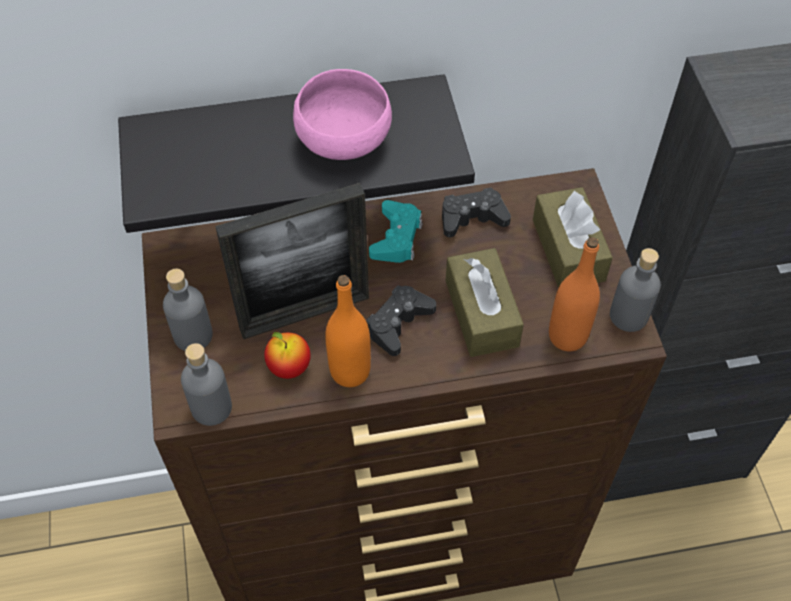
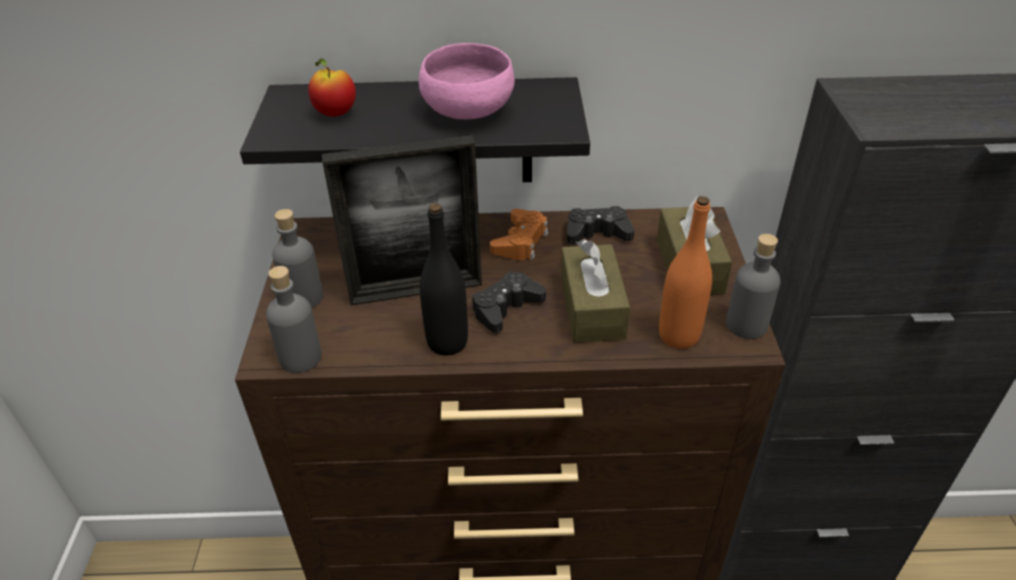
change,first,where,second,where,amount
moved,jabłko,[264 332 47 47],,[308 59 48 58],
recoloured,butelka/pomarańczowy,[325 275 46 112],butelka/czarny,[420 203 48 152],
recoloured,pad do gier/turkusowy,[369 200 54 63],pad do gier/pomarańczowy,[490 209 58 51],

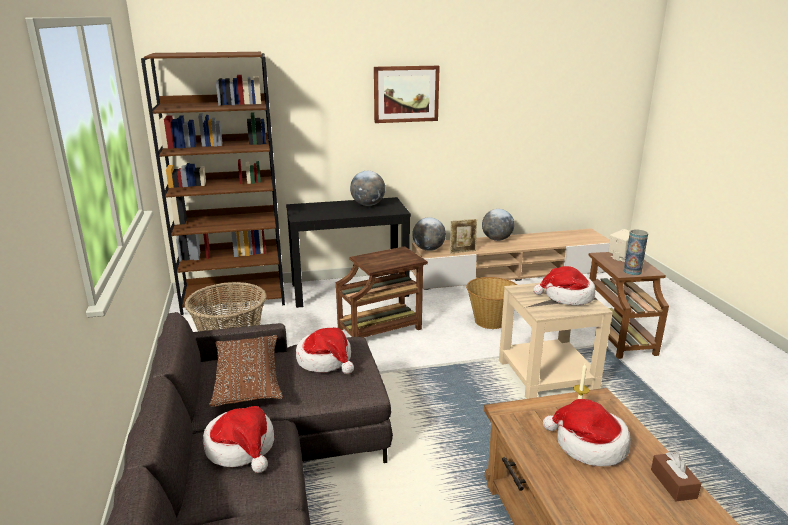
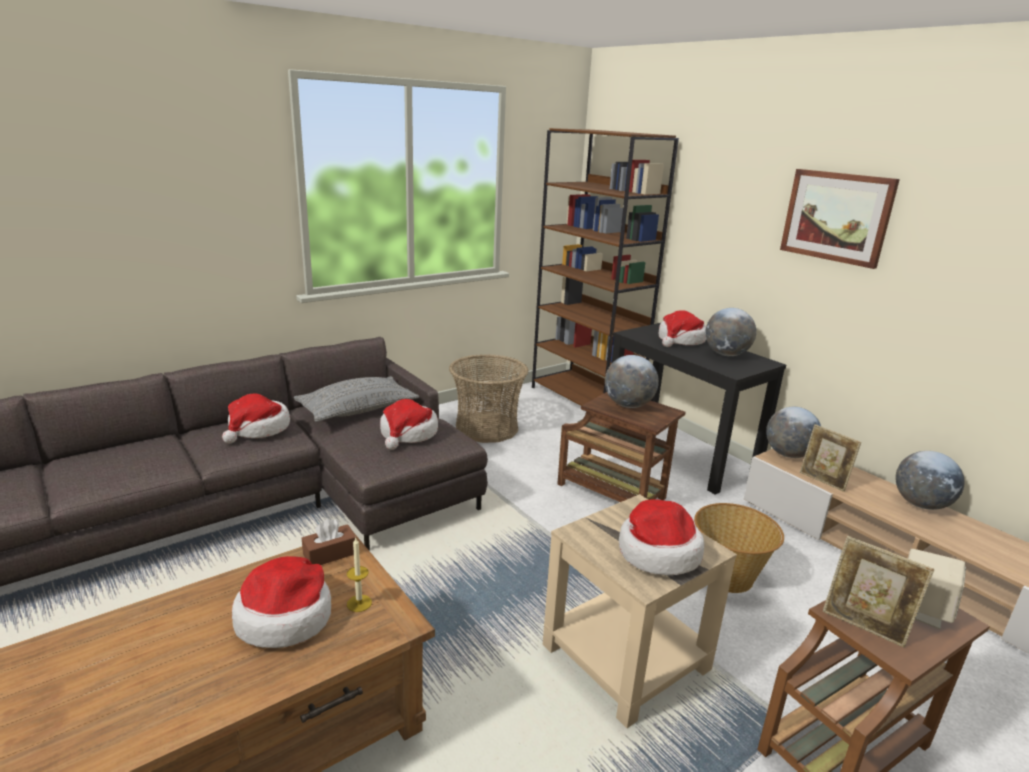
change,first,where,second,where,amount
recoloured,poduszka/brązowy,[209 335 74 72],poduszka/szary,[294 376 125 46],
moved,pudełko chusteczek/brązowy,[651 452 51 49],,[302 519 54 46],
added,,,globus,[605 355 54 53],
added,,,kapelusz,[659 310 47 37],
replaced,wazon,[624 229 24 46],ramka na zdjęcie,[823 536 111 112],

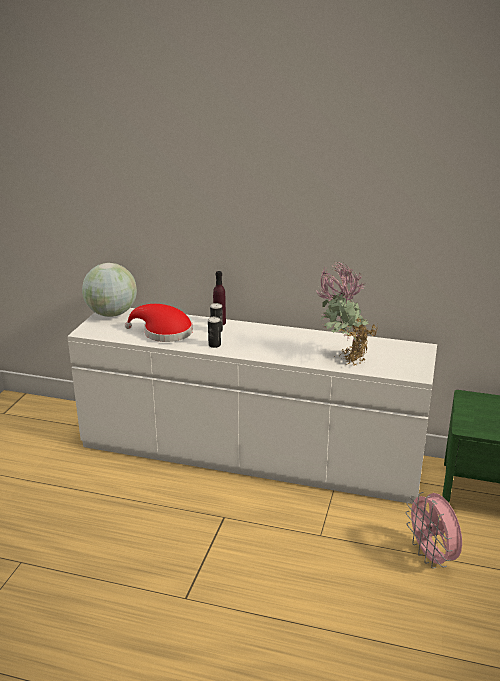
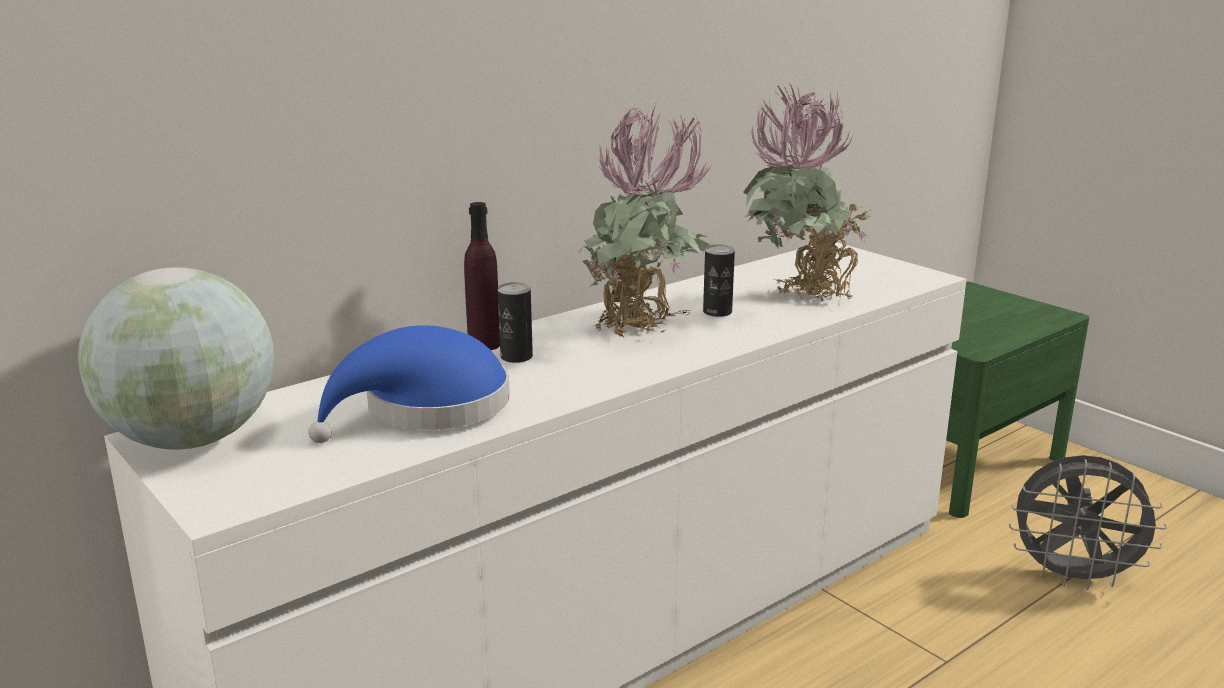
change,first,where,second,where,amount
recoloured,kapelusz/czerwony,[125 304 68 38],kapelusz/niebieski,[308 325 202 118],
added,,,roślina doniczkowa,[578 104 133 233],
moved,puszka,[208 317 13 31],,[703 244 32 73],
recoloured,wentylator/różowy,[406 492 56 77],wentylator/szary,[1009 455 158 135],

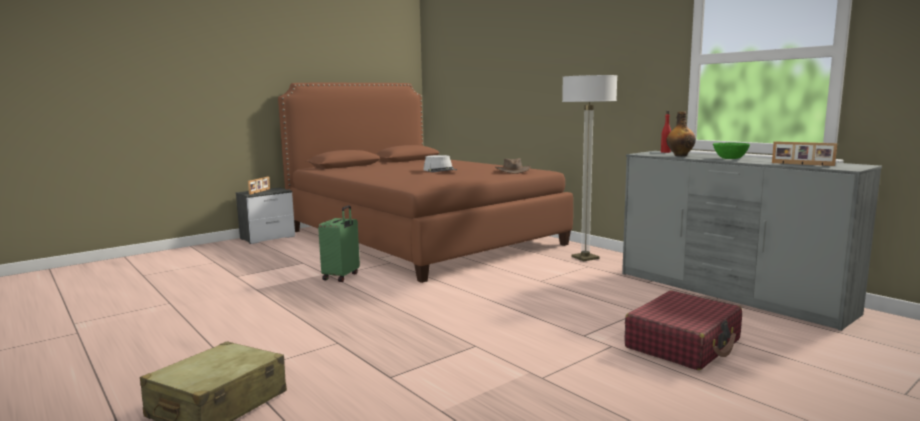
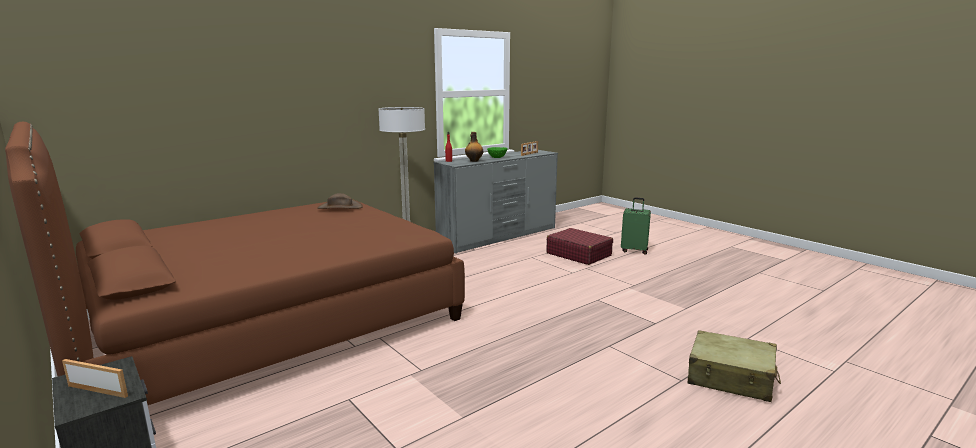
change,first,where,second,where,amount
moved,walizka/zielony,[318 205 42 77],,[621 197 30 58],
removed,kapelusz/szary,[423 155 34 17],,,

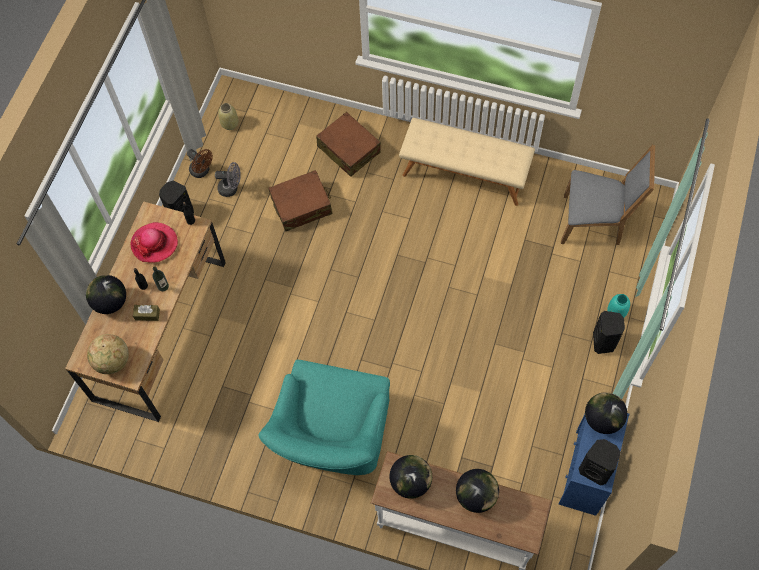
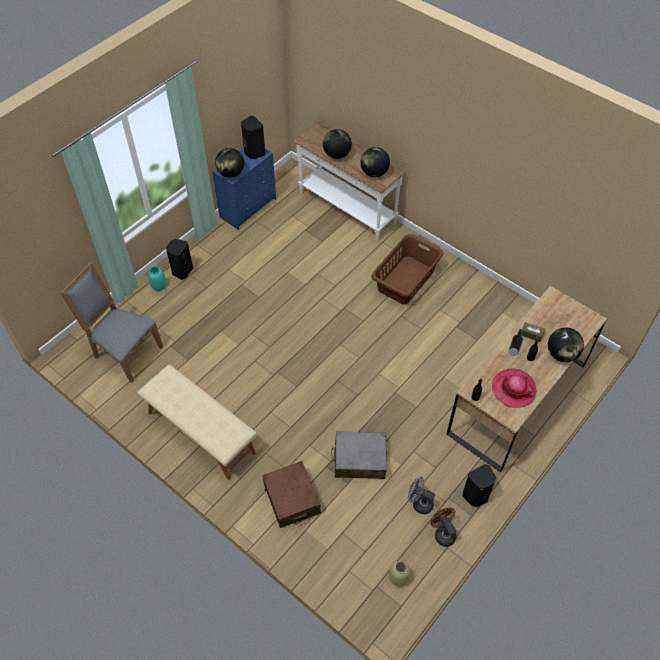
change,first,where,second,where,amount
recoloured,walizka/brązowy,[269 170 64 62],walizka/szary,[331 431 56 48],
replaced,fotel/turkusowy,[258 360 132 115],kosz na pranie/brązowy,[371 234 73 71],
removed,globus,[87 334 42 40],,,

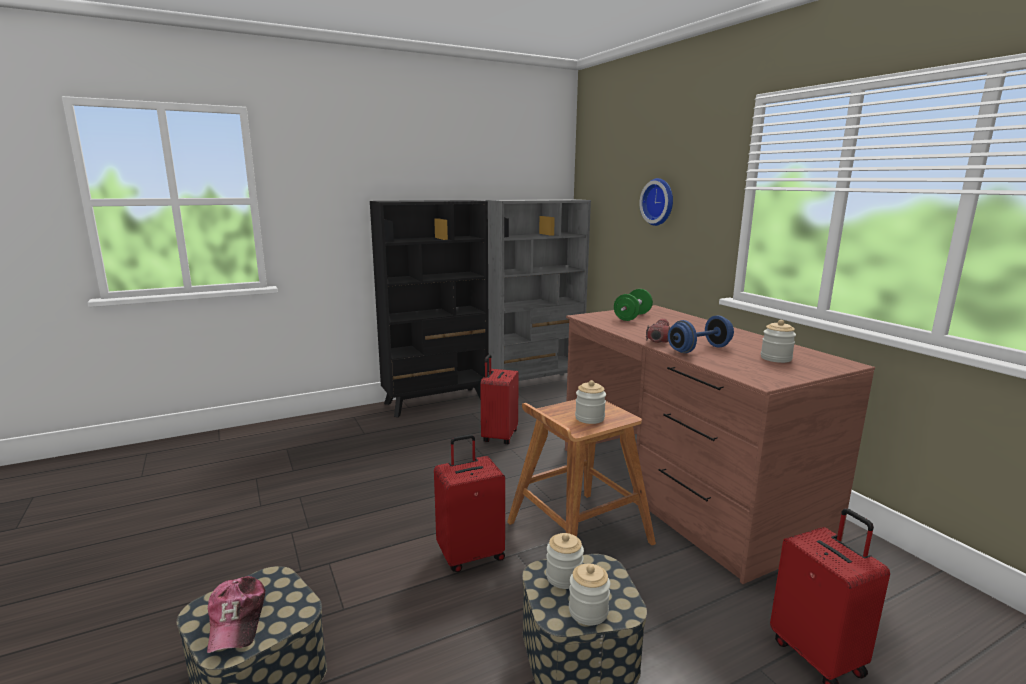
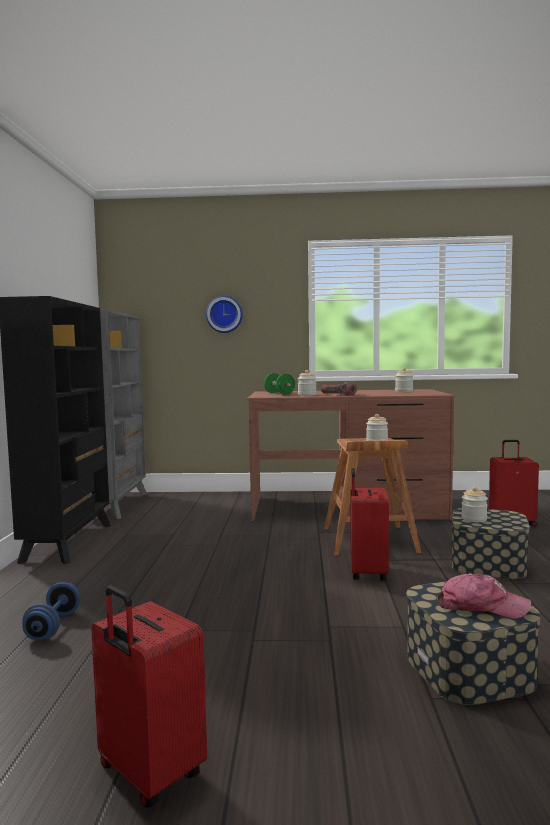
change,first,where,second,where,amount
moved,hantel/niebieski,[668 315 66 38],,[22 582 58 58],
moved,walizka/czerwony,[480 354 39 90],,[91 585 116 222],
moved,słoik,[569 563 41 62],,[298 370 18 26],

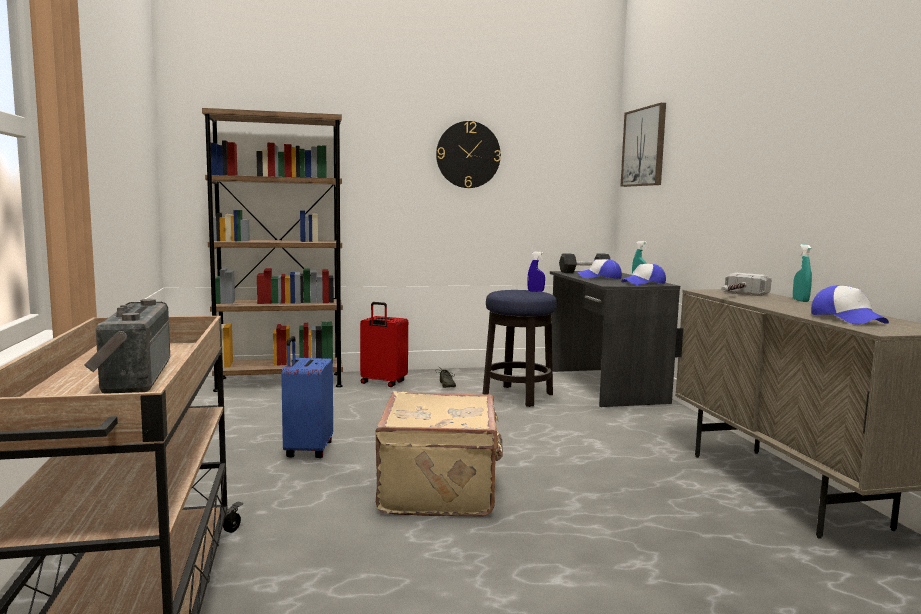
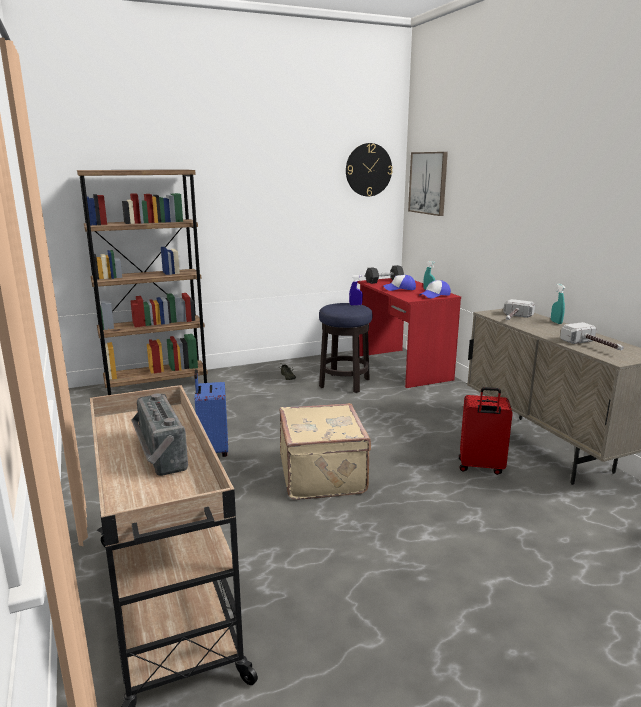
change,first,where,second,where,amount
moved,zegar ścienny,[436 121 65 67],,[346 143 47 53],
recoloured,biurko/szary,[550 271 130 136],biurko/czerwony,[357 278 104 110],
moved,walizka/czerwony,[360 302 48 85],,[459 387 54 88],
replaced,czapka z daszkiem,[811 285 78 39],młotek,[560 322 64 28],

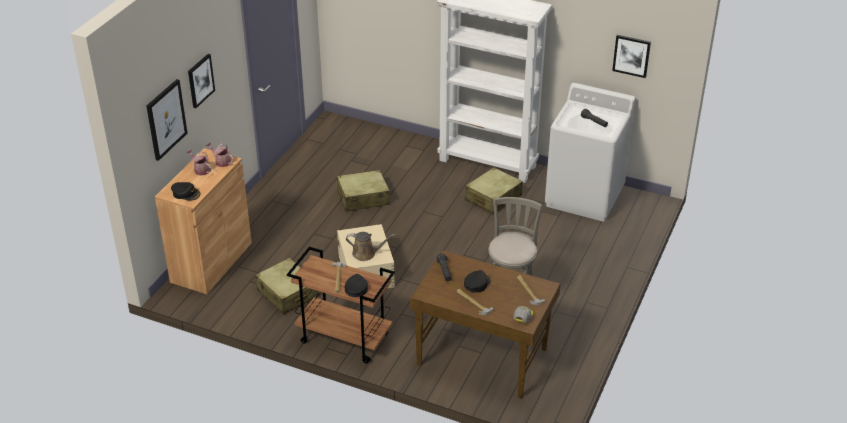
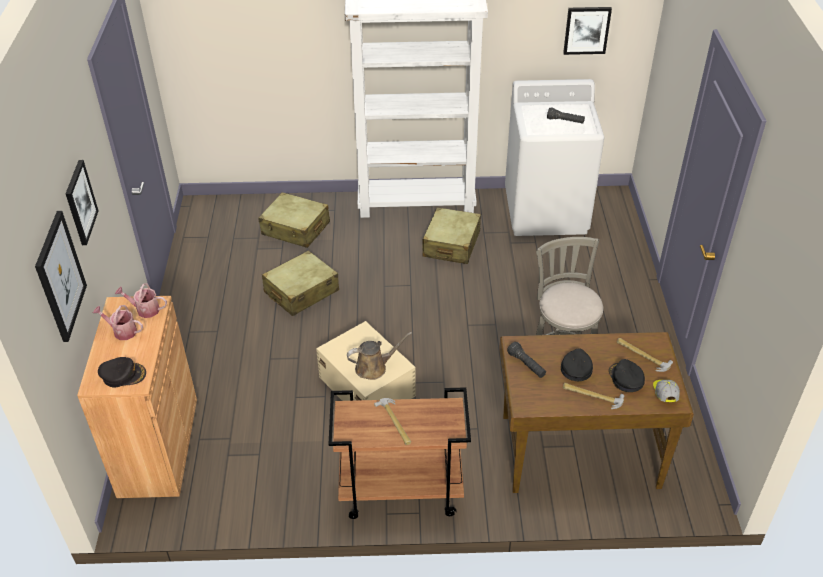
change,first,where,second,where,amount
moved,walizka/beżowy,[255 258 64 56],,[258 192 72 56],
moved,czapka z daszkiem/czarny,[345 274 23 23],,[609 359 36 33],

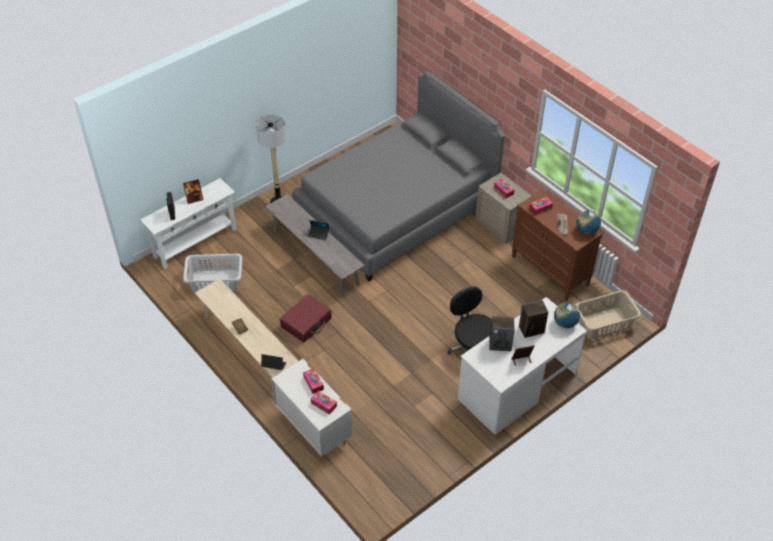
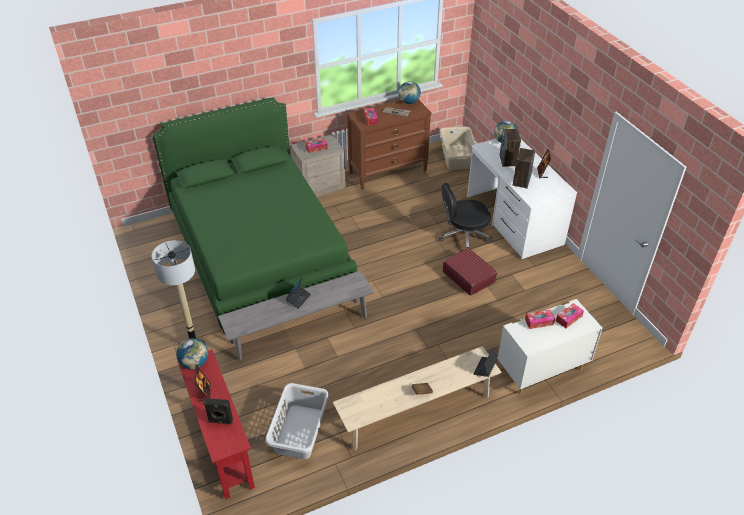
change,first,where,second,where,amount
recoloured,łóżko/szary,[292 71 213 211],łóżko/zielony,[152 97 205 238],
added,,,globus,[176 338 32 32],
recoloured,stolik konsolowy/biały,[140 178 97 91],stolik konsolowy/czerwony,[177 349 78 150],
moved,walizka/czerwony,[280 294 52 49],,[443 248 54 48],

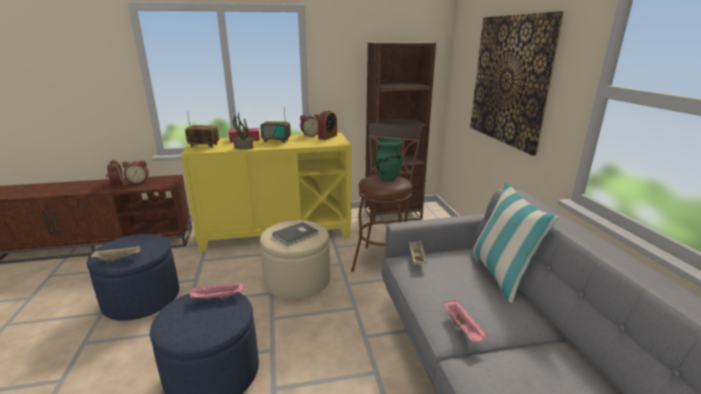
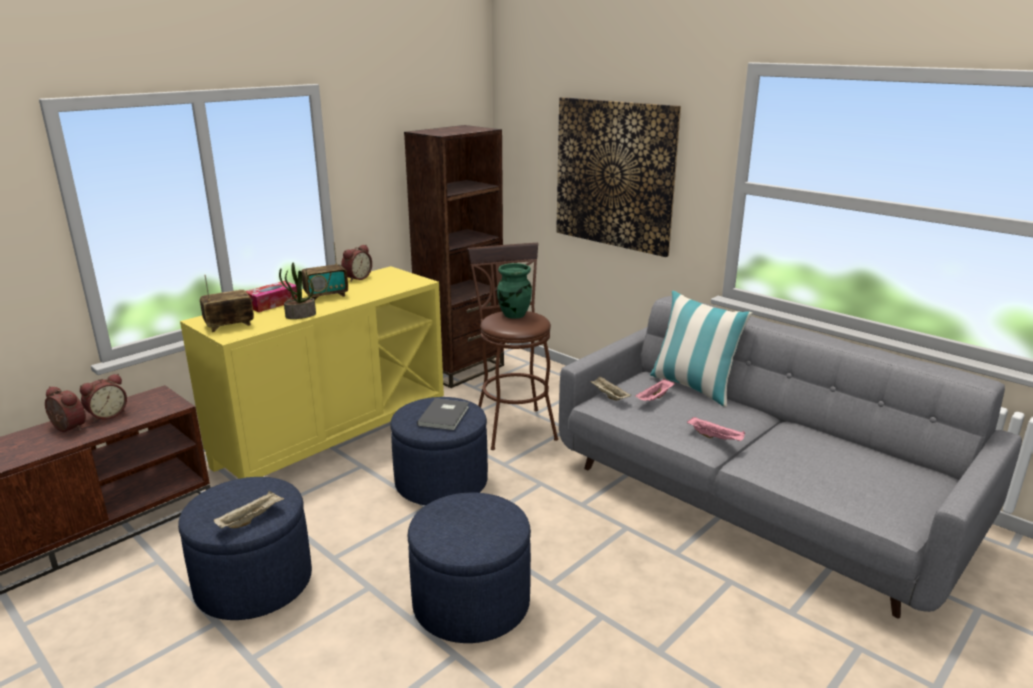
change,first,where,second,where,amount
recoloured,pufa/beżowy,[260 220 70 79],pufa/niebieski,[390 397 98 108],
moved,taca/różowy,[190 281 53 18],,[635 378 40 23],
removed,budzik,[318 110 19 30],,,

